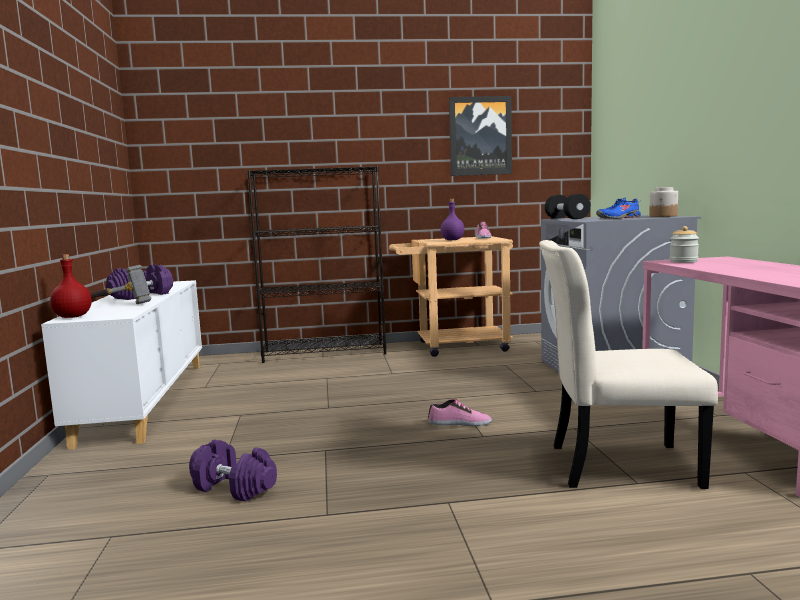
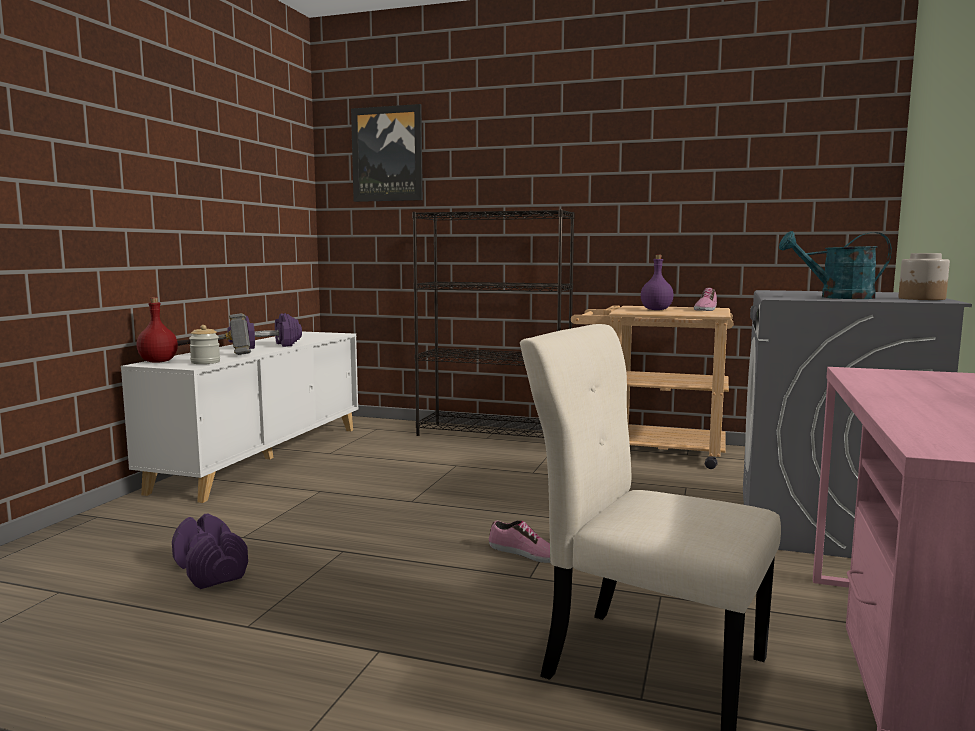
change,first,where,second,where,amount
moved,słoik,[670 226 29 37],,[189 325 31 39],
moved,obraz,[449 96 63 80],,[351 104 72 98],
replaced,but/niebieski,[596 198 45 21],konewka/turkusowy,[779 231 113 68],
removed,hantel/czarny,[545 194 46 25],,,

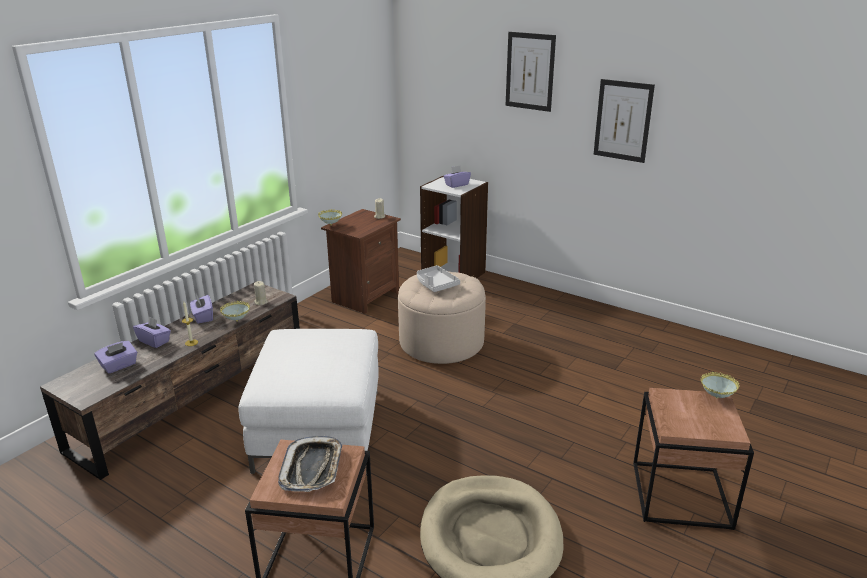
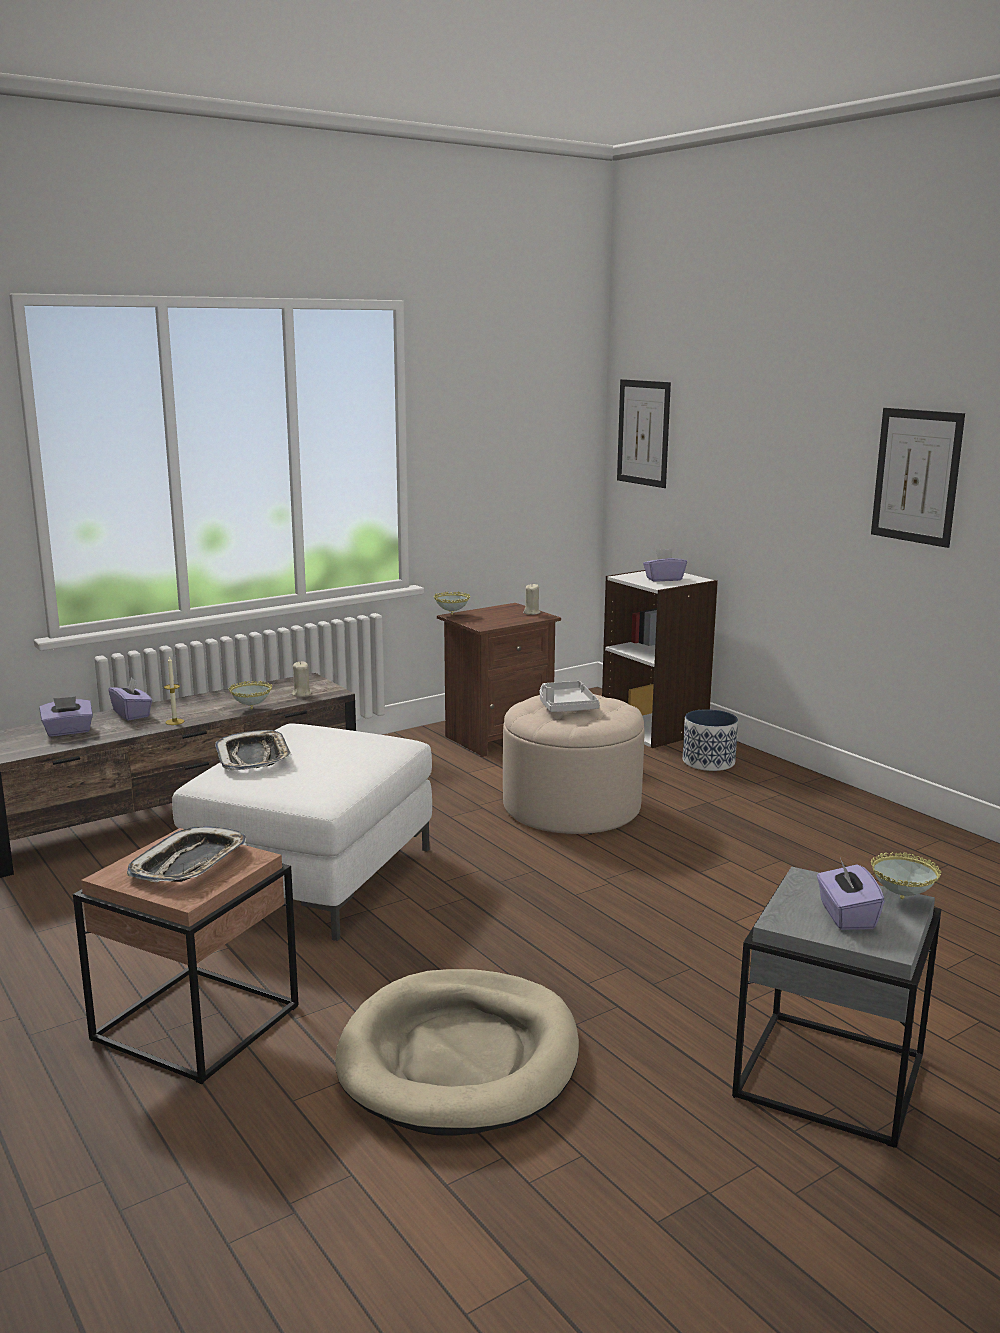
change,first,where,second,where,amount
added,,,taca,[215 730 77 40],
moved,obraz,[506 32 50 80],,[617 379 54 109],
added,,,donica,[683 709 55 62],
recoloured,stolik/brązowy,[633 388 121 142],stolik/szary,[732 867 209 281],
moved,pudełko chusteczek/fioletowy,[190 294 23 29],,[817 858 68 72],

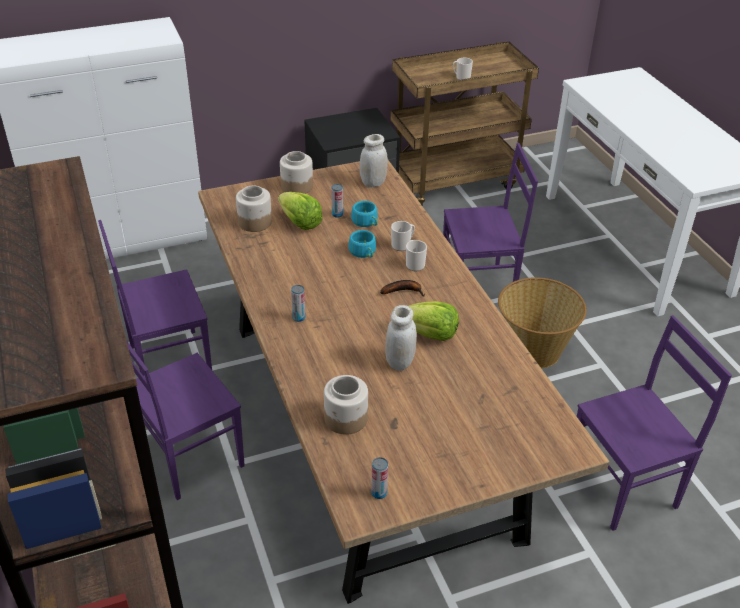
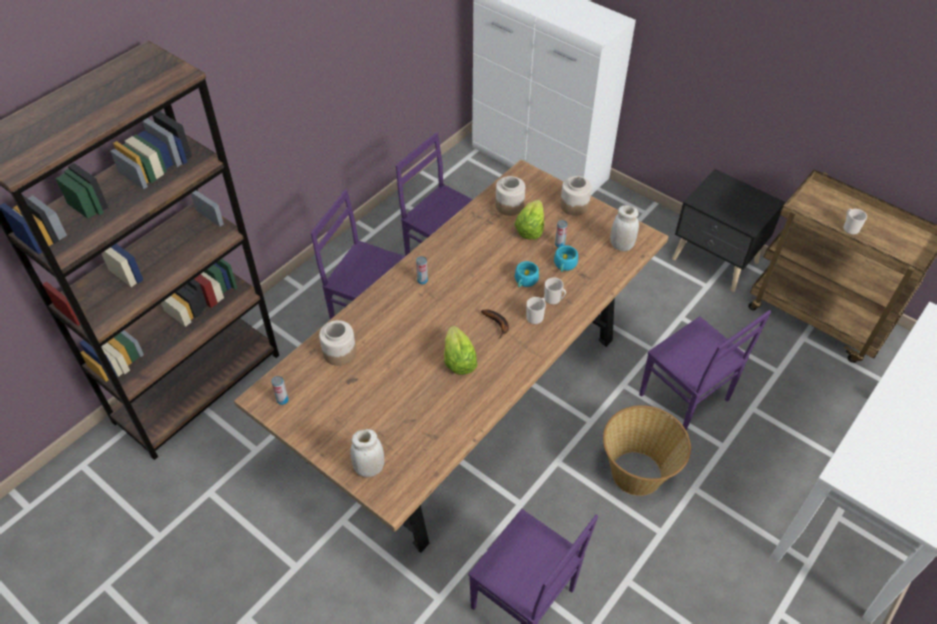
change,first,where,second,where,amount
moved,słoik/biały,[385 305 32 66],,[350 429 34 48],

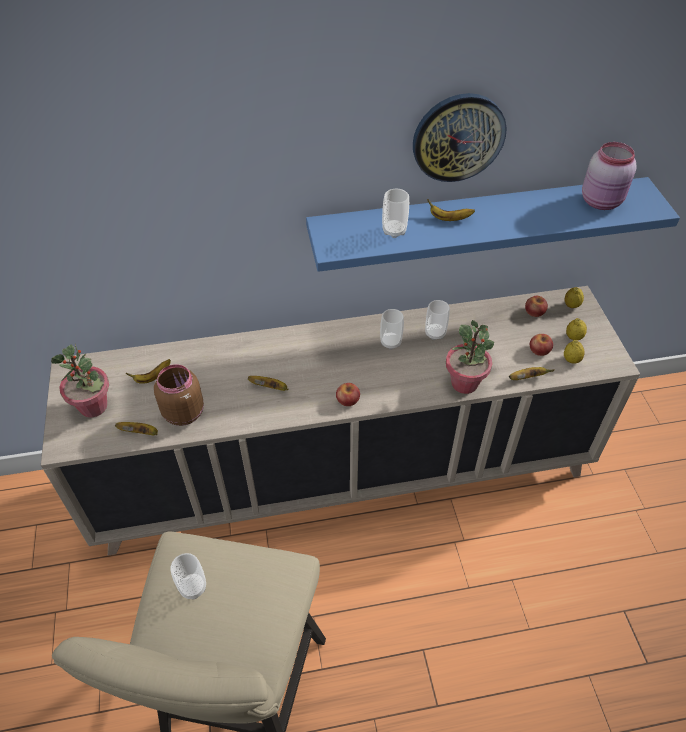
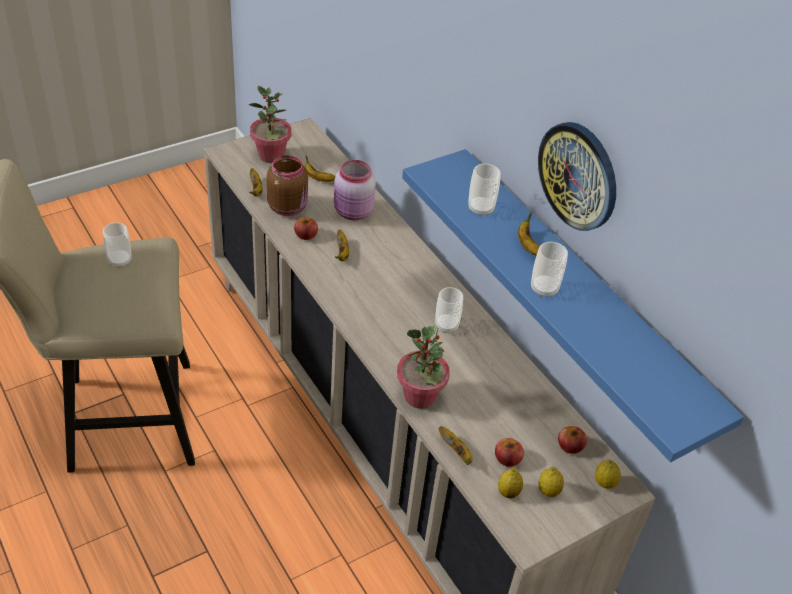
change,first,where,second,where,amount
moved,jabłko,[336 383 24 23],,[294 217 24 23],
moved,słoik/różowy,[582 142 55 68],,[334 160 42 60],
moved,filiżanka,[425 300 25 40],,[531 242 37 55],

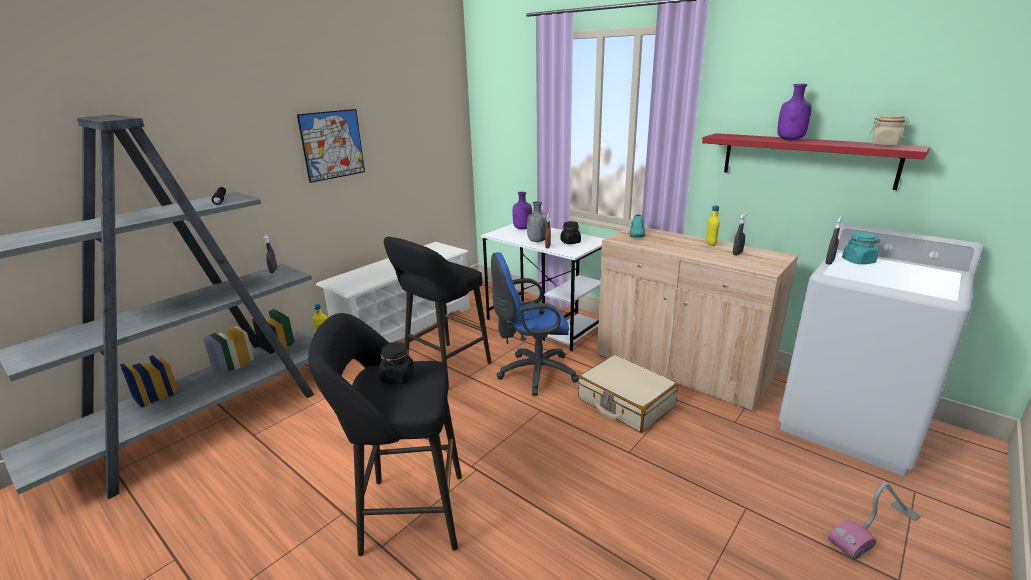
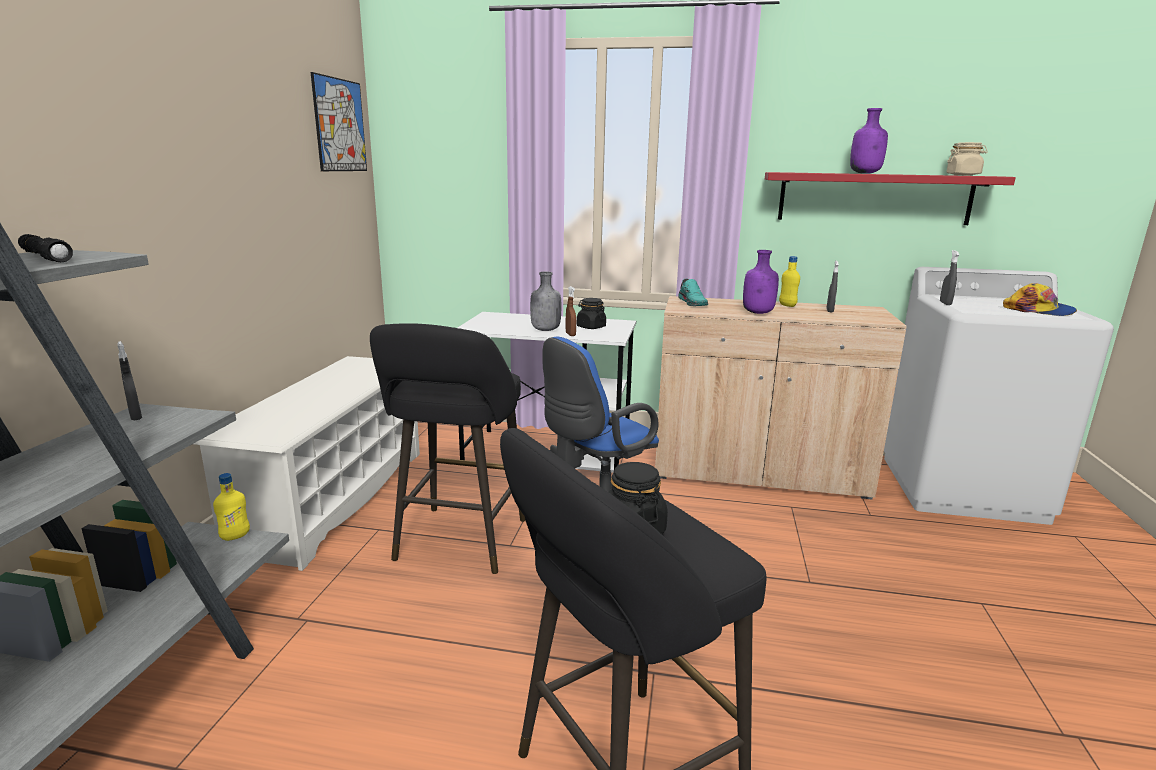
change,first,where,second,where,amount
moved,obraz,[297 109 68 74],,[311 72 56 99],
moved,butelka/fioletowy,[513 192 19 38],,[743 250 36 64],
added,,,czapka z daszkiem,[1003 283 74 33],
removed,walizka/beżowy,[578 355 100 78],,,
removed,odkurzacz,[828 482 93 78],,,
removed,słoik/turkusowy,[842 232 37 32],,,

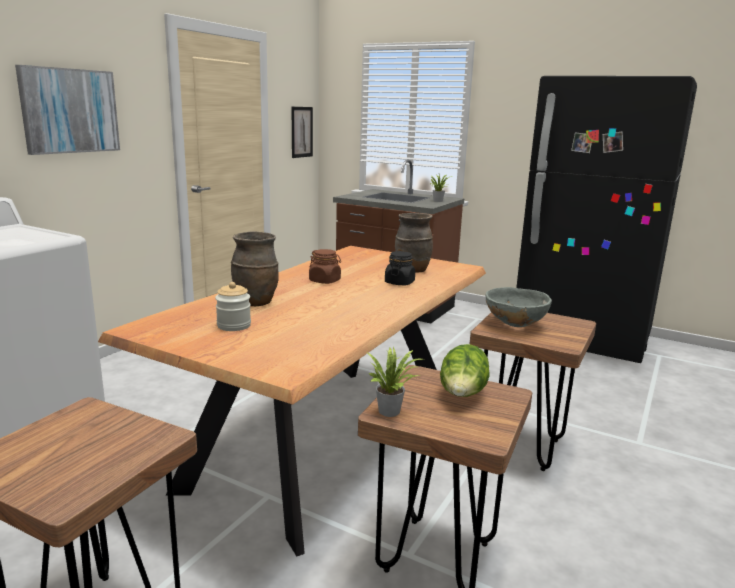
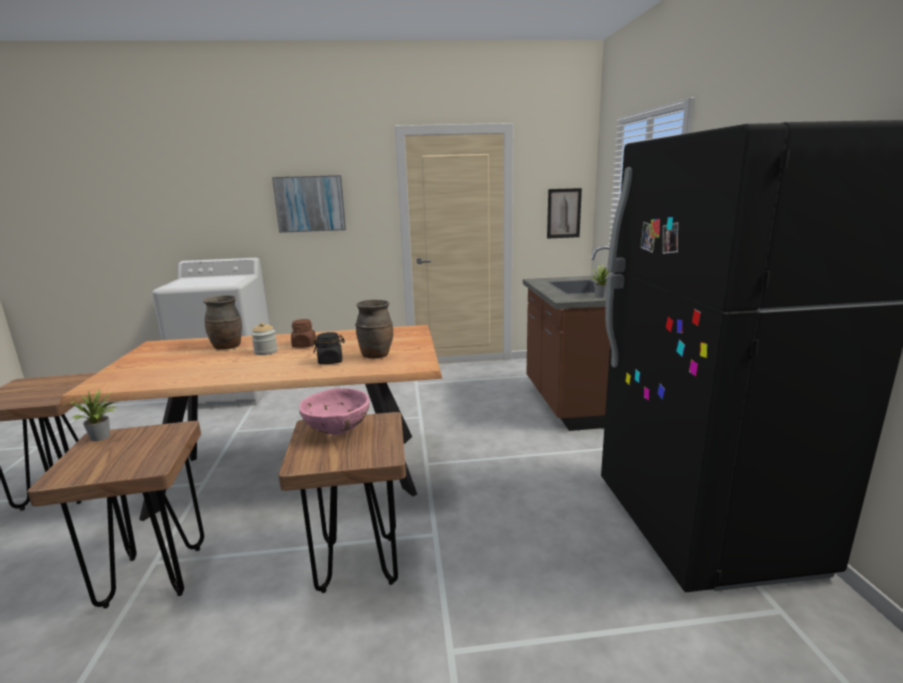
change,first,where,second,where,amount
moved,słoik,[215 282 36 49],,[251 322 27 33],
recoloured,miska/szary,[485 287 67 40],miska/różowy,[299 388 70 47],
removed,sałata,[440 344 50 53],,,

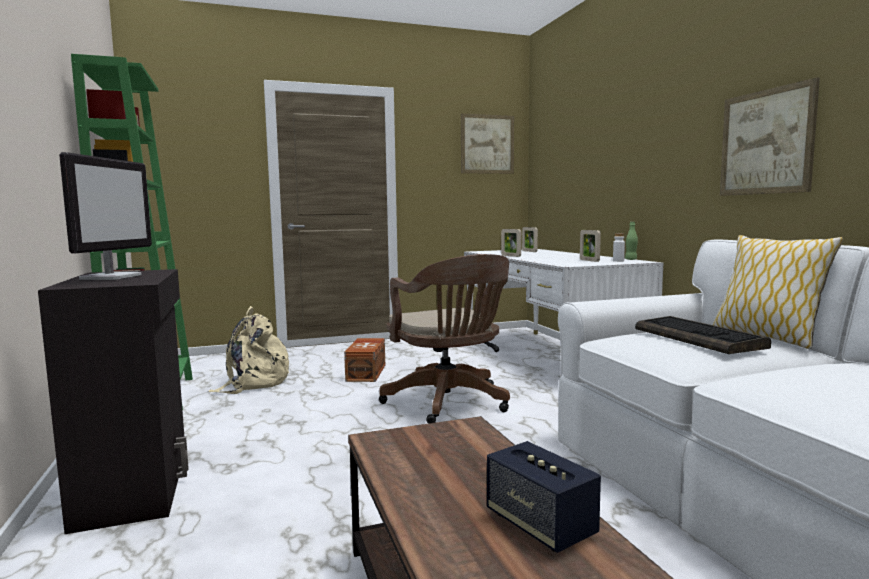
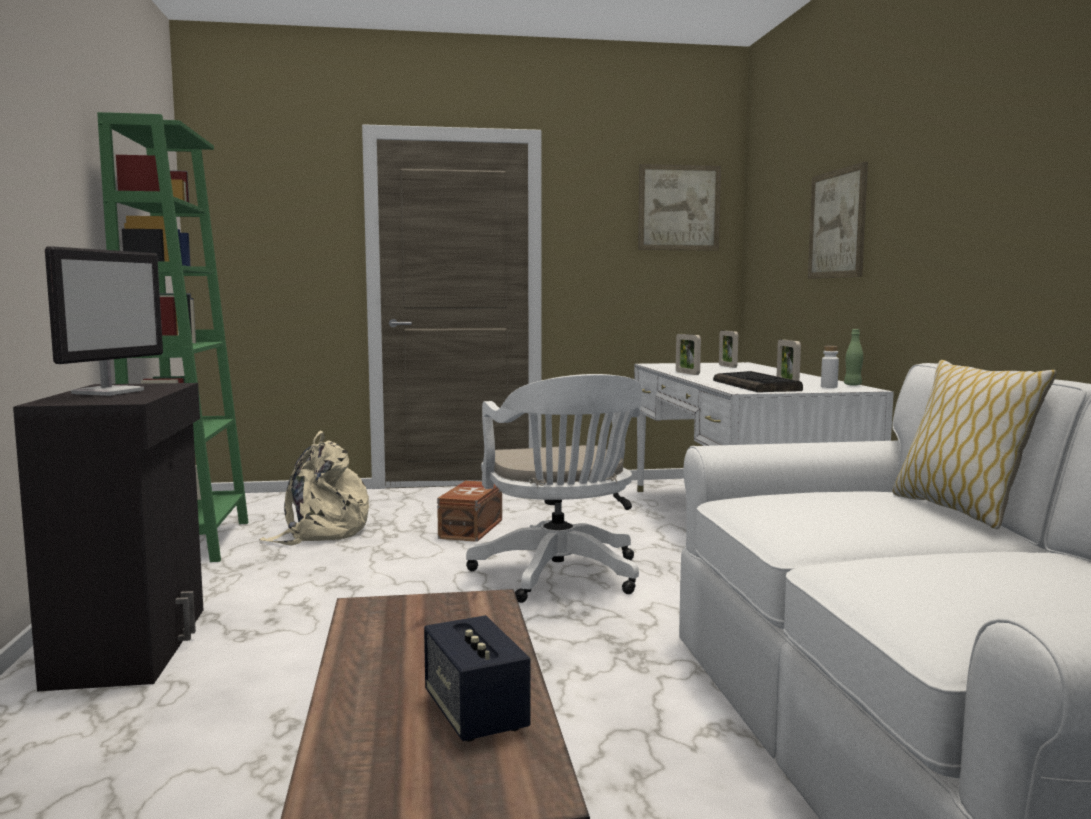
change,first,where,second,where,amount
recoloured,krzesło biurowe/brązowy,[379 254 131 170],krzesło biurowe/biały,[466 374 176 229],
moved,klawiatura,[635 316 136 38],,[713 371 90 21],
moved,obraz,[720 77 100 119],,[808 162 60 117],

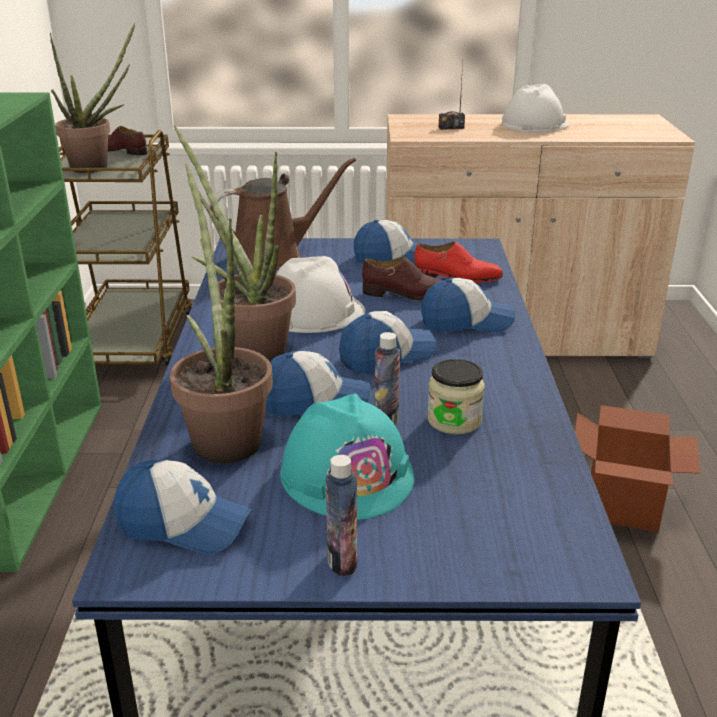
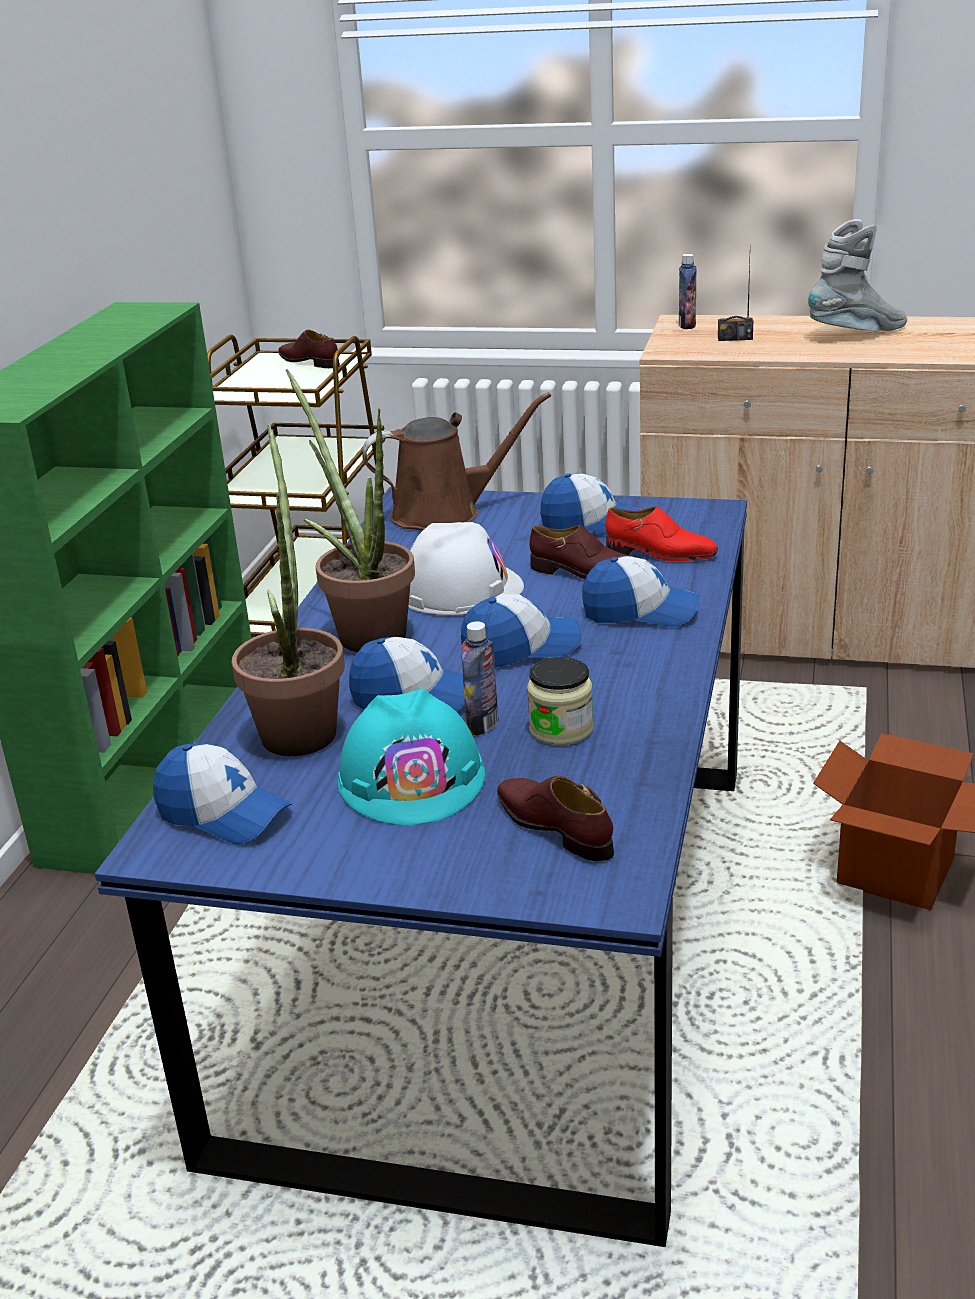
change,first,where,second,where,amount
added,,,but/brązowy,[497 776 117 85],
moved,butelka,[326 455 31 121],,[679 254 18 75],
replaced,kask/biały,[501 84 68 48],but z cholewką/szary,[808 219 99 113],
removed,roślina doniczkowa,[50 23 85 150],,,

